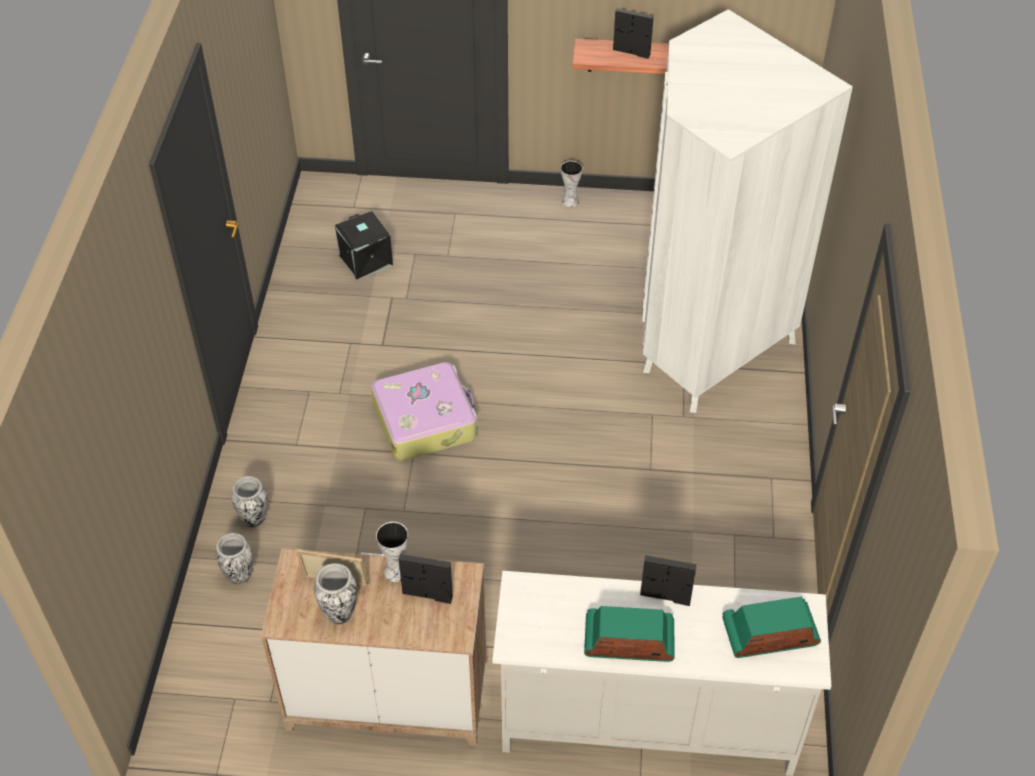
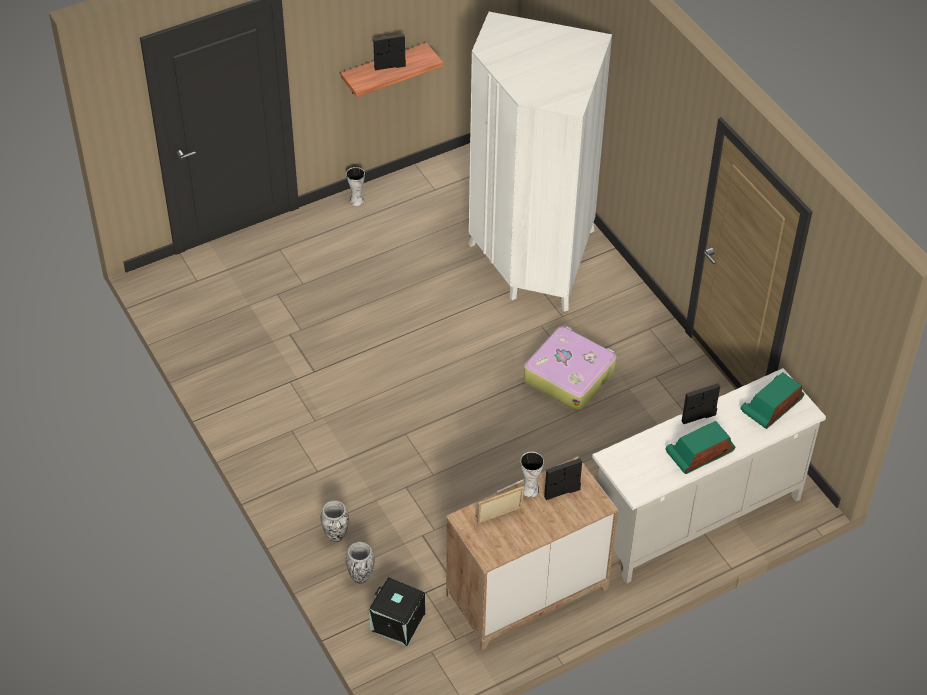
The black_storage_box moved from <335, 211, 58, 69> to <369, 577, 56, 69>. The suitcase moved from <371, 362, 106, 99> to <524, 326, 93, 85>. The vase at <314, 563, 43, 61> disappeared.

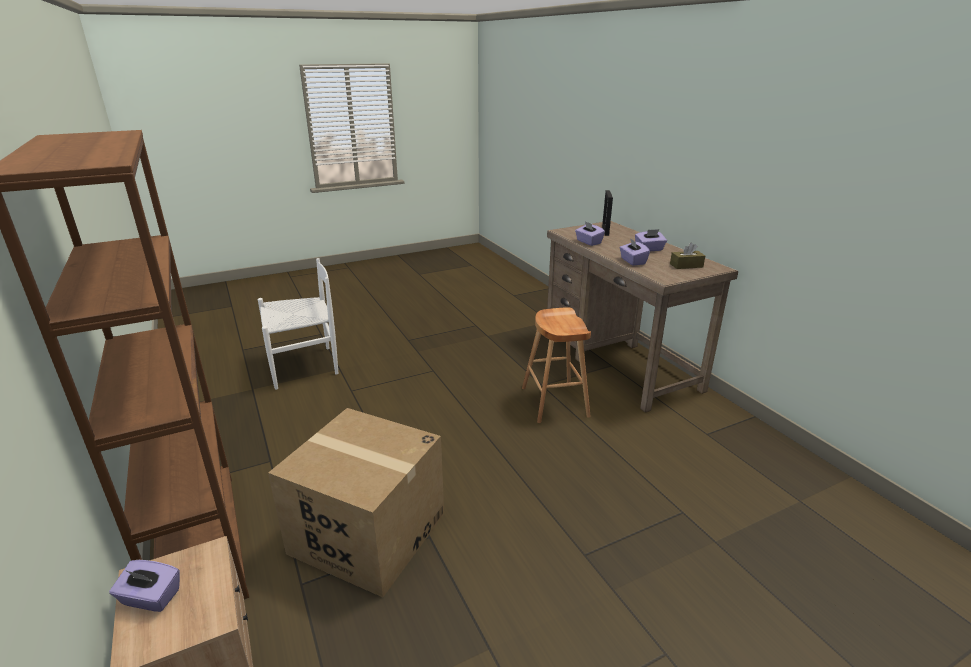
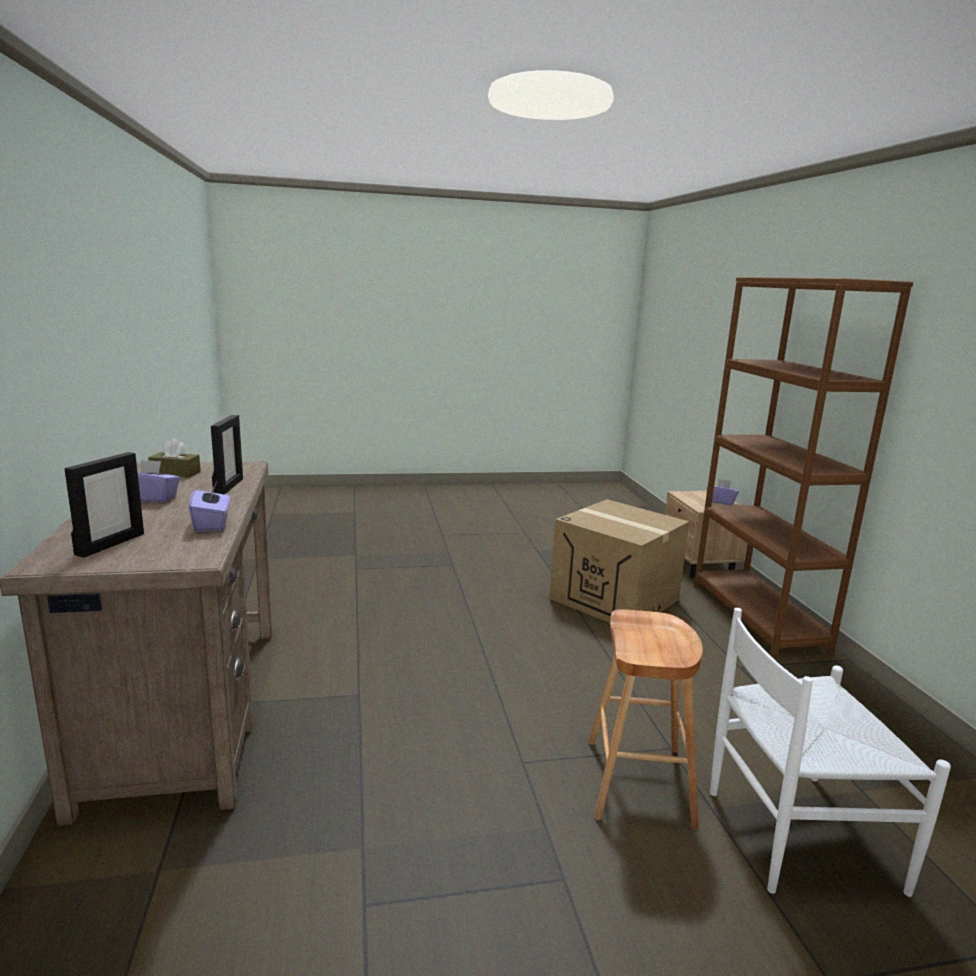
The purple_tissue_box at <620, 238, 30, 28> was replaced by the picture_frame at <211, 415, 32, 79>. The brown_stool moved from <522, 307, 69, 116> to <588, 609, 115, 221>.

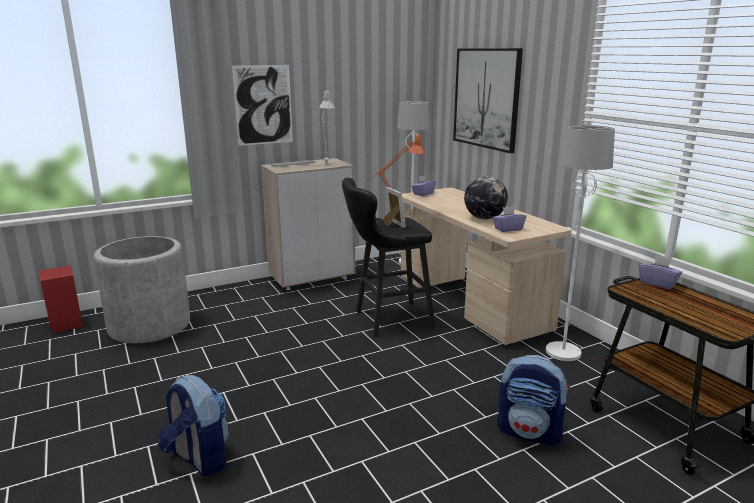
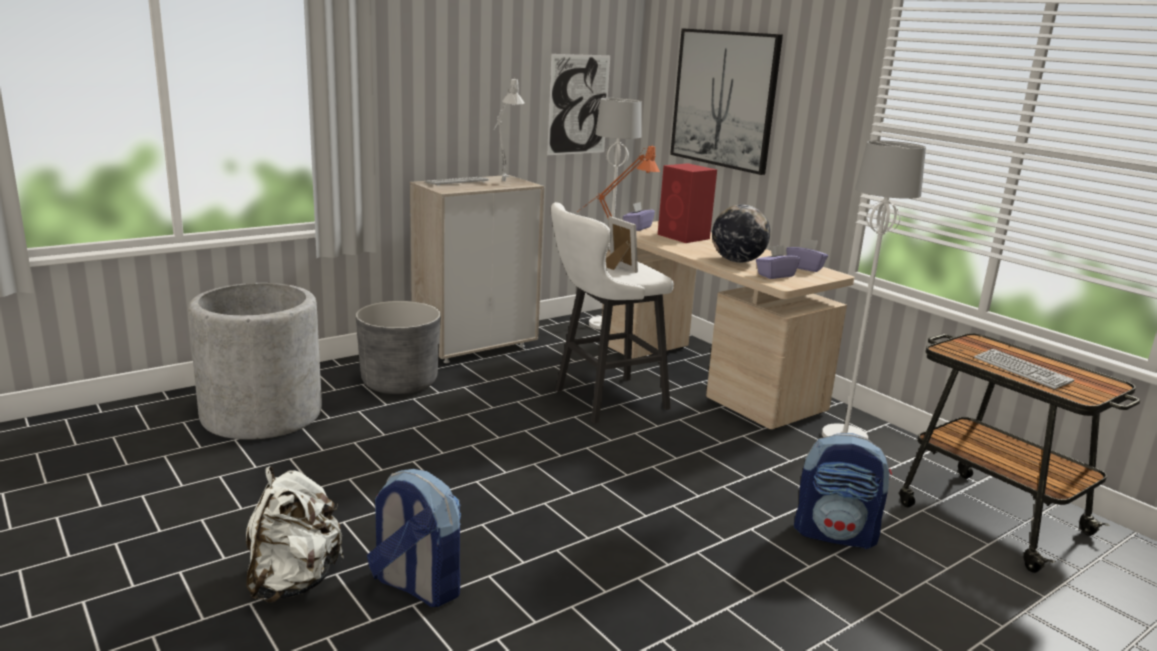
The picture moved from <232, 65, 61, 81> to <547, 54, 63, 101>. The black_stool at <342, 178, 93, 159> became the white_stool at <551, 202, 123, 221>. The purple_tissue_box moved from <639, 255, 43, 34> to <786, 238, 42, 34>. The red_speaker moved from <39, 265, 44, 68> to <658, 163, 59, 80>. The grey_planter at <356, 301, 85, 93> appeared. The keyboard at <974, 349, 101, 40> appeared. The white_backpack at <246, 466, 98, 137> appeared.

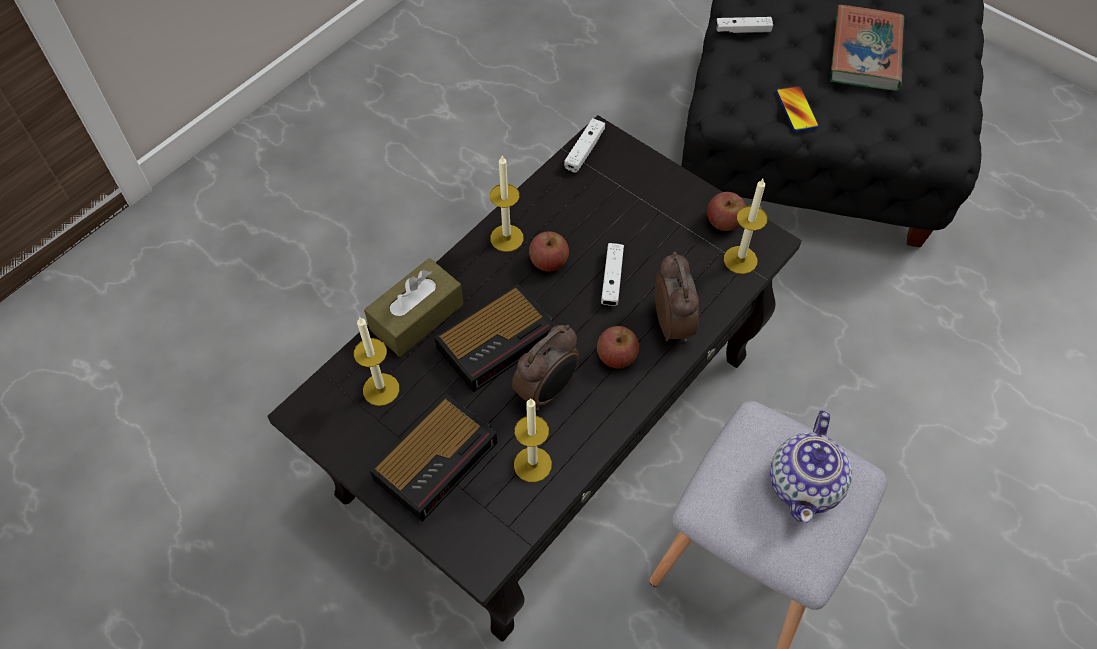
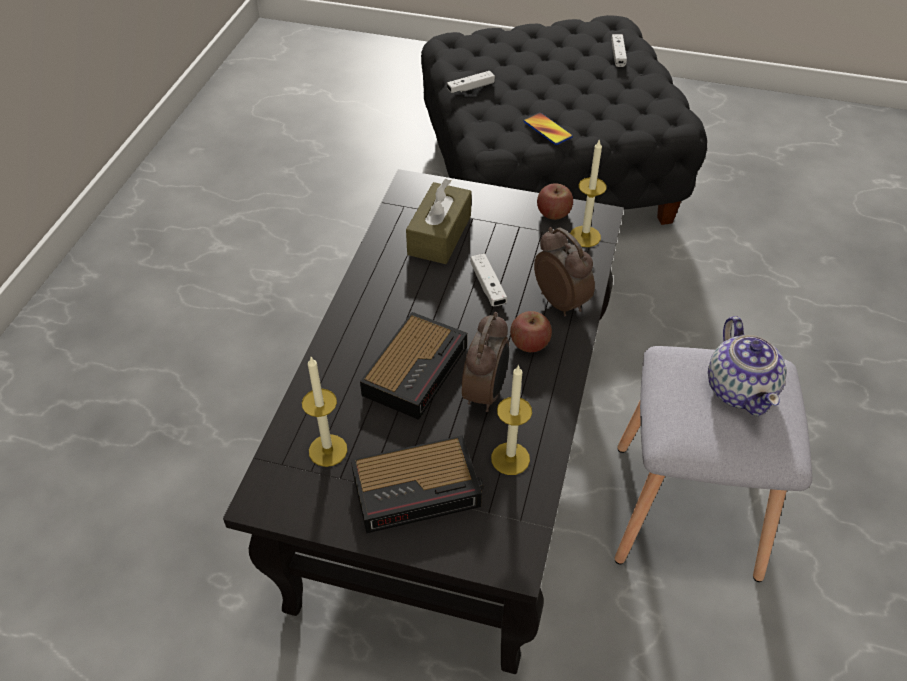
The book at <830, 5, 75, 86> disappeared. The white_game_controller moved from <564, 118, 41, 55> to <611, 34, 16, 33>. The candle at <490, 156, 34, 96> disappeared. The apple at <529, 231, 40, 41> disappeared. The brown_tissue_box moved from <364, 258, 99, 99> to <406, 179, 66, 85>. The alarm_clock at <370, 394, 128, 128> turned 60 degrees clockwise.

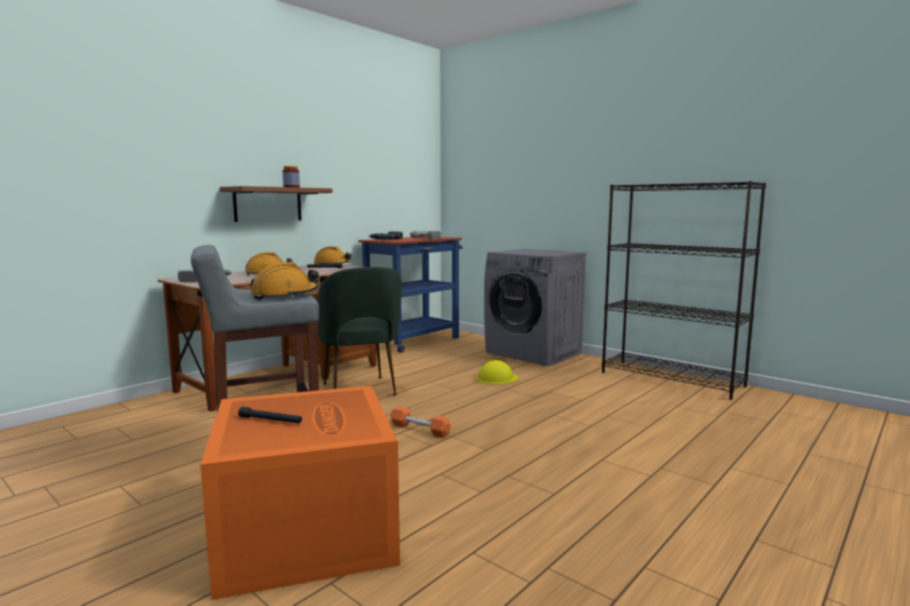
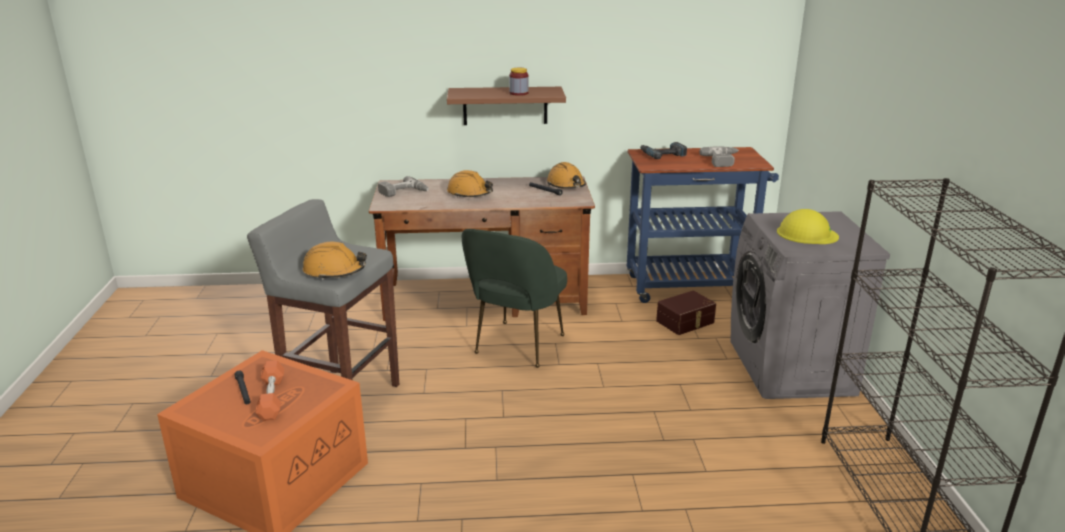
The yellow_hard_hat moved from <476, 360, 42, 24> to <777, 209, 62, 35>. The orange_dumbbell moved from <390, 406, 61, 32> to <255, 360, 29, 61>. The brown_storage_box at <656, 291, 60, 44> appeared.

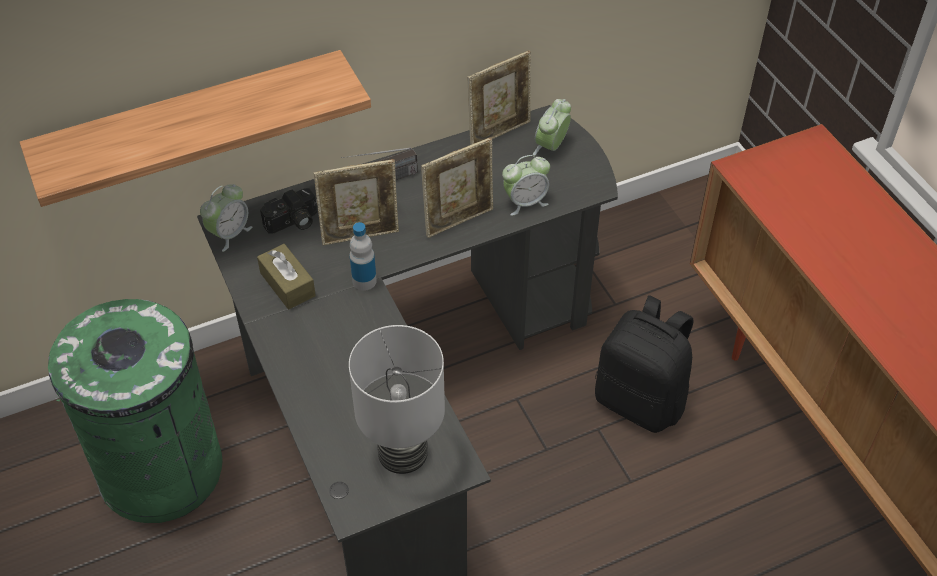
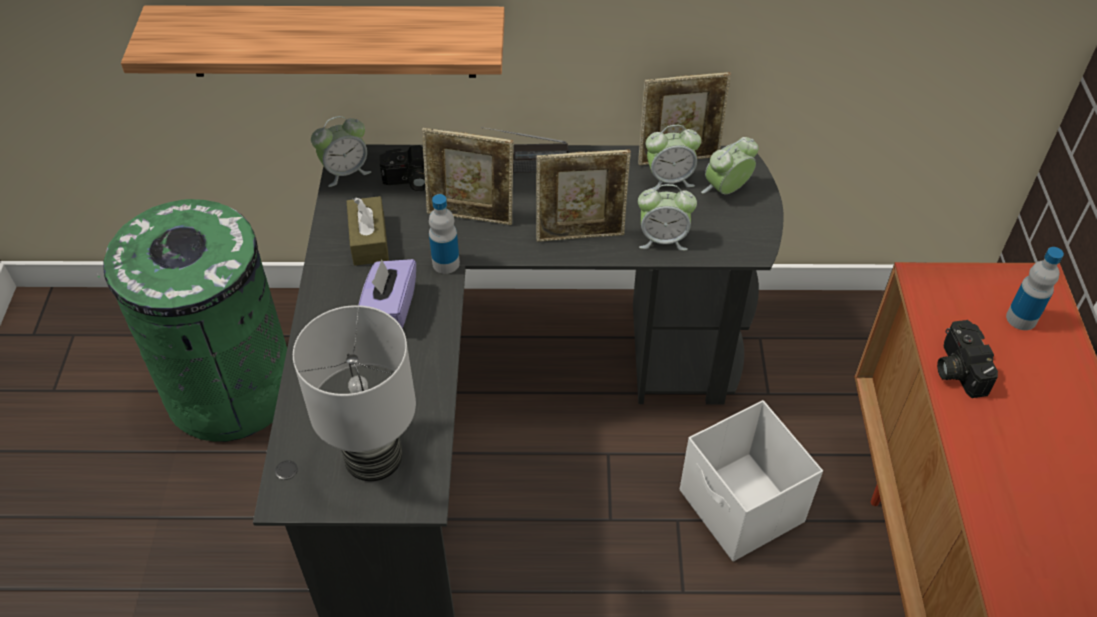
The black_backpack at <595, 295, 99, 138> was replaced by the white_storage_box at <680, 400, 143, 162>. The alarm_clock at <646, 125, 55, 65> appeared. The bottle at <1006, 247, 58, 83> appeared. The purple_tissue_box at <358, 259, 58, 70> appeared. The photo_camera at <937, 320, 61, 78> appeared.

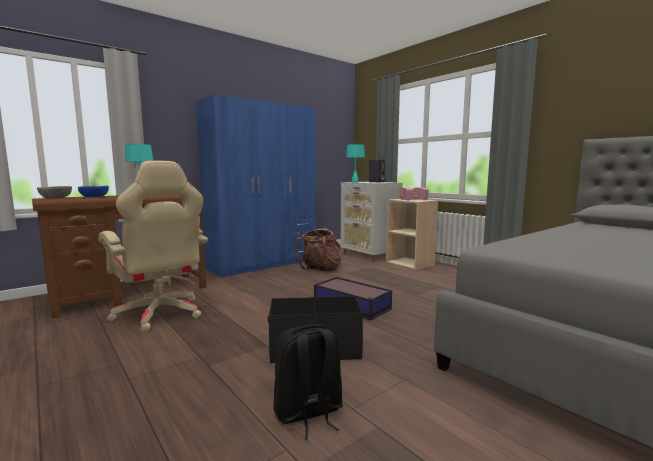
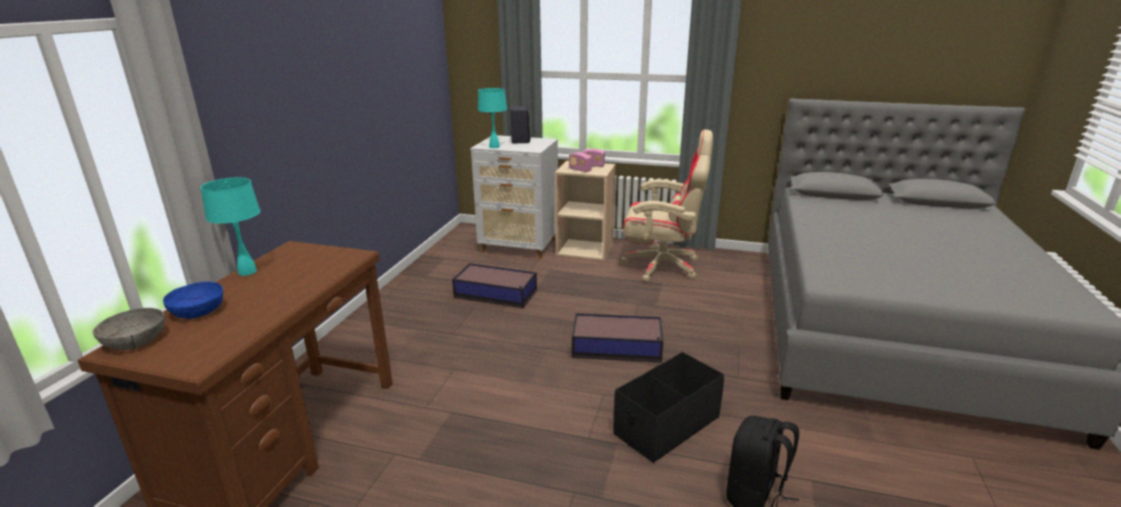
The blue_wardrobe at <196, 95, 120, 182> disappeared. The beige_office_chair moved from <98, 160, 110, 173> to <621, 129, 92, 153>. The backpack at <294, 228, 48, 43> was replaced by the storage_box at <452, 263, 85, 45>.

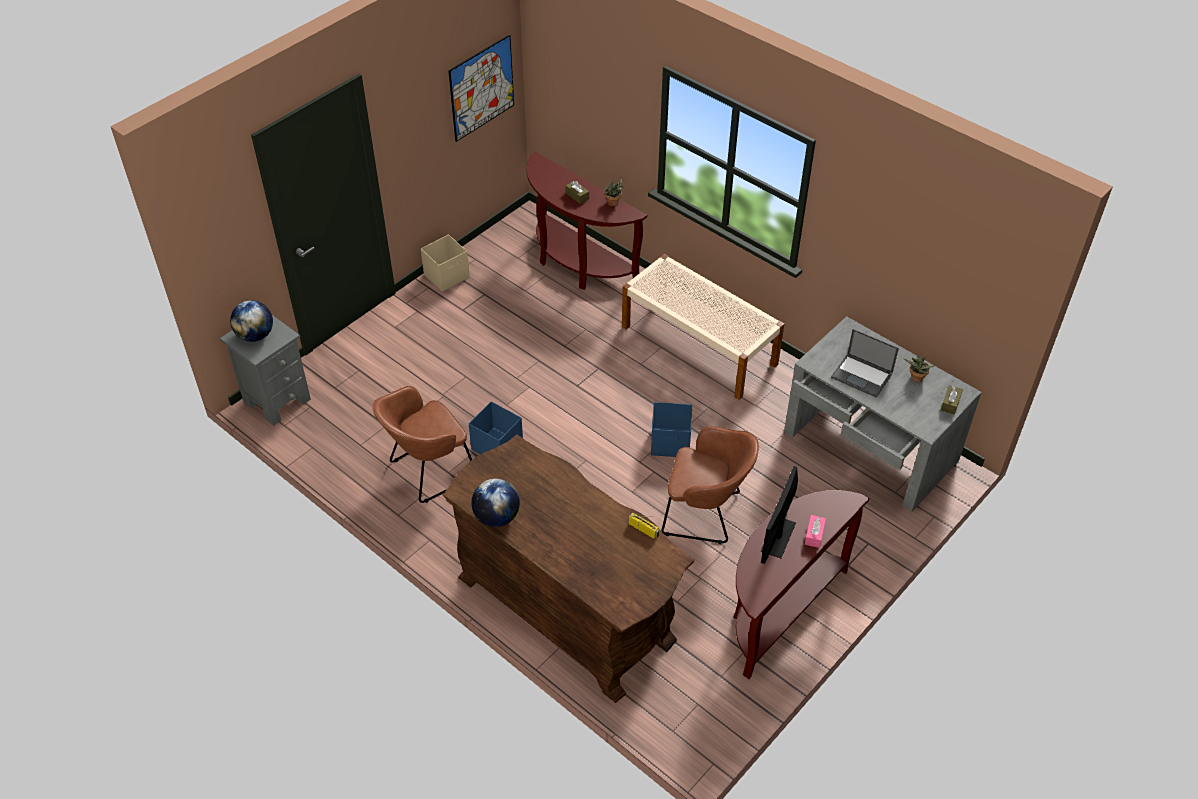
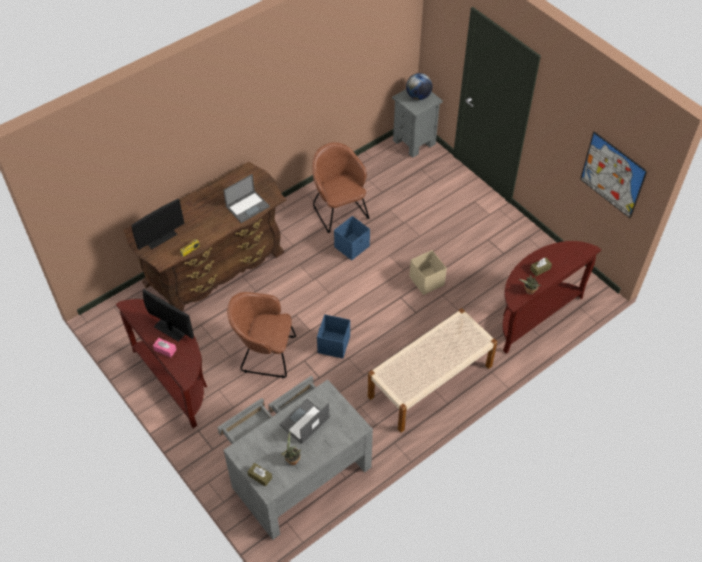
The beige_storage_box moved from <421, 235, 49, 57> to <409, 250, 38, 45>. The brown_armchair at <662, 426, 97, 118> turned 75 degrees clockwise. The globe at <471, 478, 49, 49> disappeared. The laptop at <223, 174, 47, 49> appeared. The monitor at <131, 199, 53, 51> appeared.

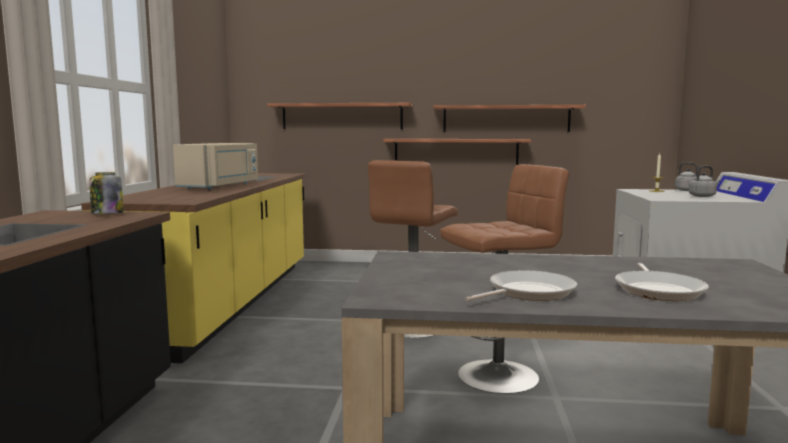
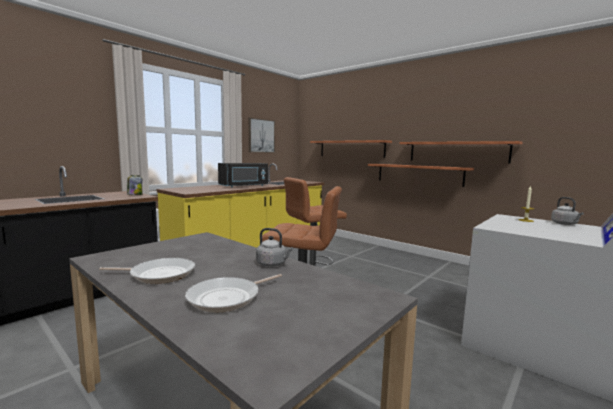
The beige_microwave at <173, 143, 85, 47> became the black_microwave at <218, 163, 50, 25>. The grey_kettle moved from <689, 166, 32, 31> to <256, 228, 37, 39>. The picture at <249, 118, 26, 35> appeared.

